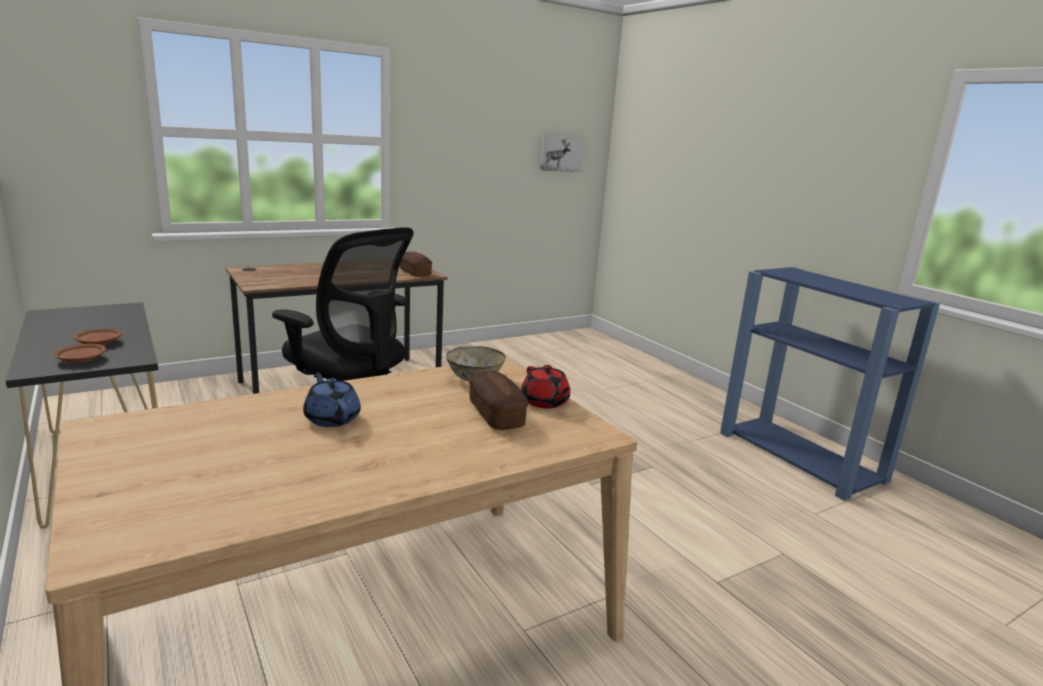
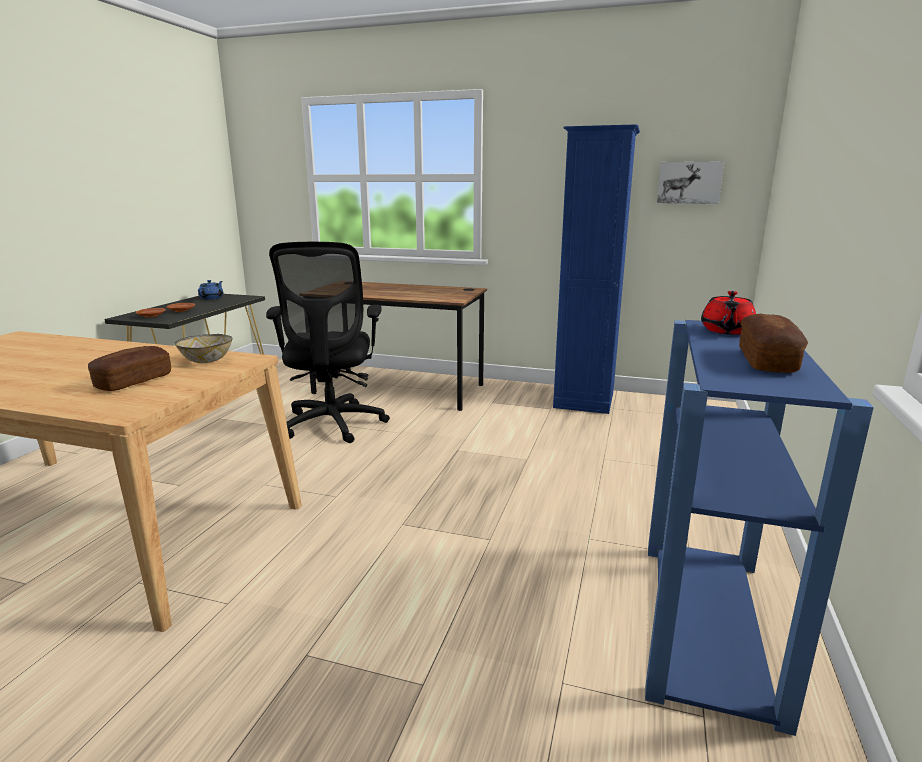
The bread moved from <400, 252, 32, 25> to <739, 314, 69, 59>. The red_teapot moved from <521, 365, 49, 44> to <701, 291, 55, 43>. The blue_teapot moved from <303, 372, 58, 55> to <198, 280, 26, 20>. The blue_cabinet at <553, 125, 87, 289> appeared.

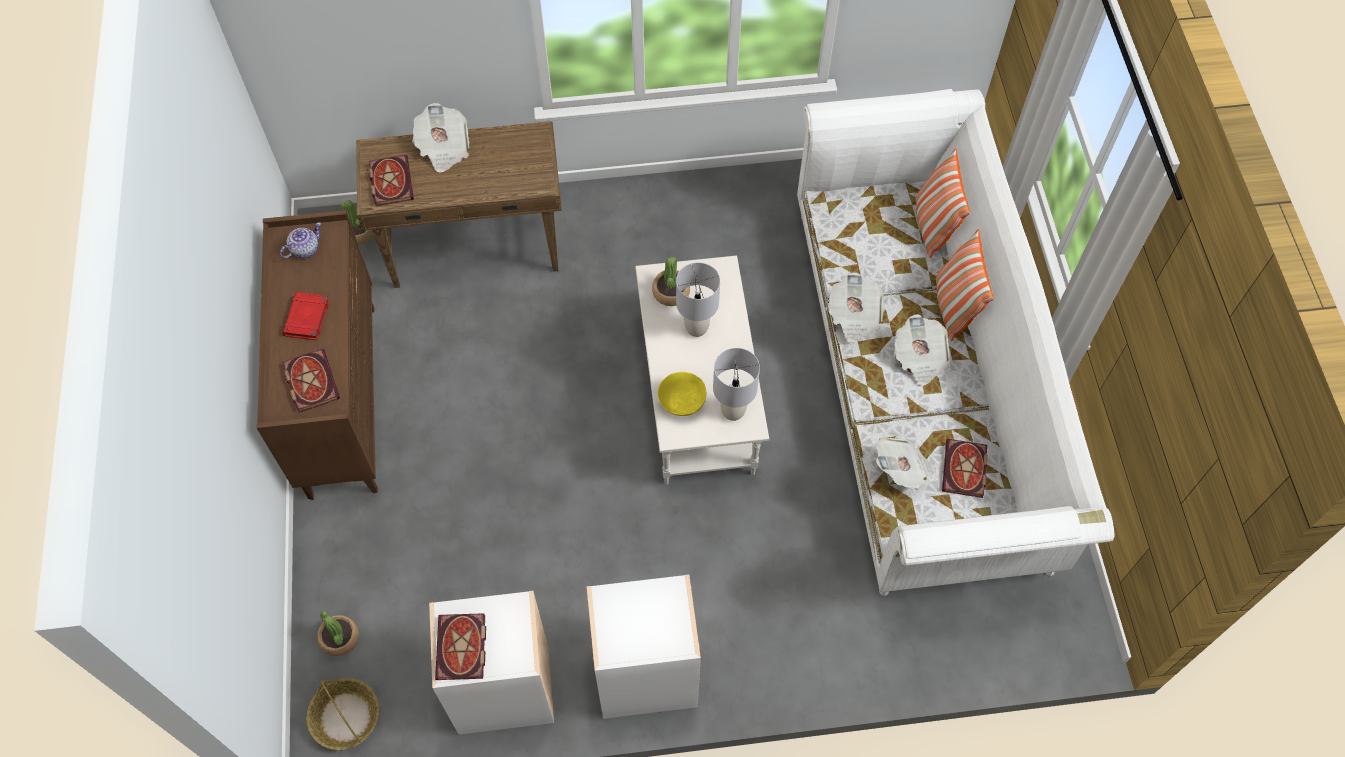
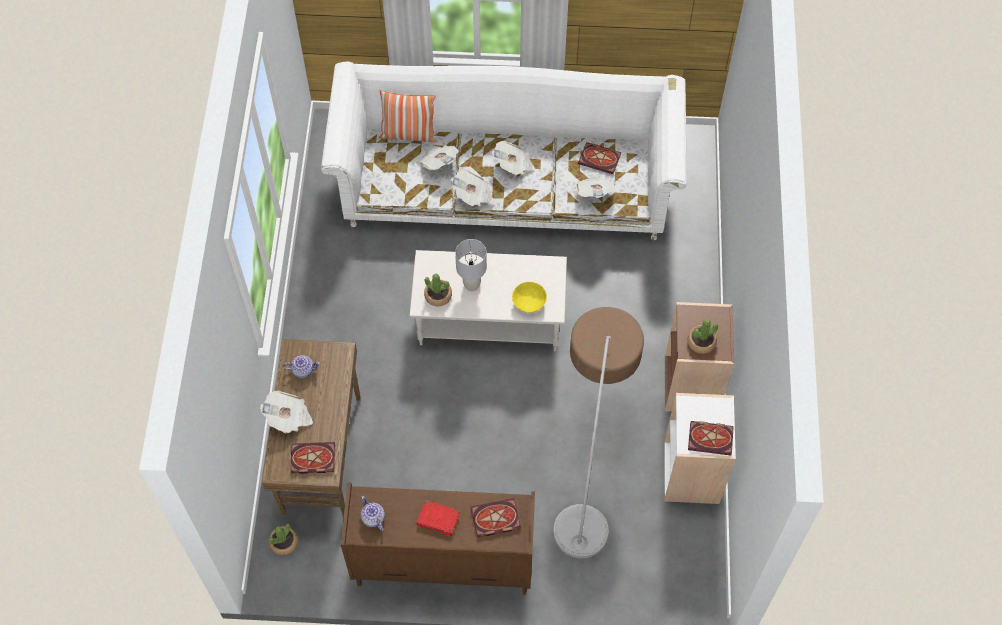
The pillow at <936, 230, 57, 111> disappeared. The grey_table_lamp at <713, 348, 47, 73> disappeared. The white_bookcase at <587, 574, 114, 145> became the brown_bookcase at <665, 302, 69, 110>. The potted_plant moved from <317, 611, 42, 45> to <687, 319, 31, 35>. The basket at <307, 678, 72, 72> disappeared. The newspaper at <418, 145, 41, 25> appeared. The floor_lamp at <553, 307, 91, 252> appeared. The teapot at <283, 355, 37, 23> appeared.

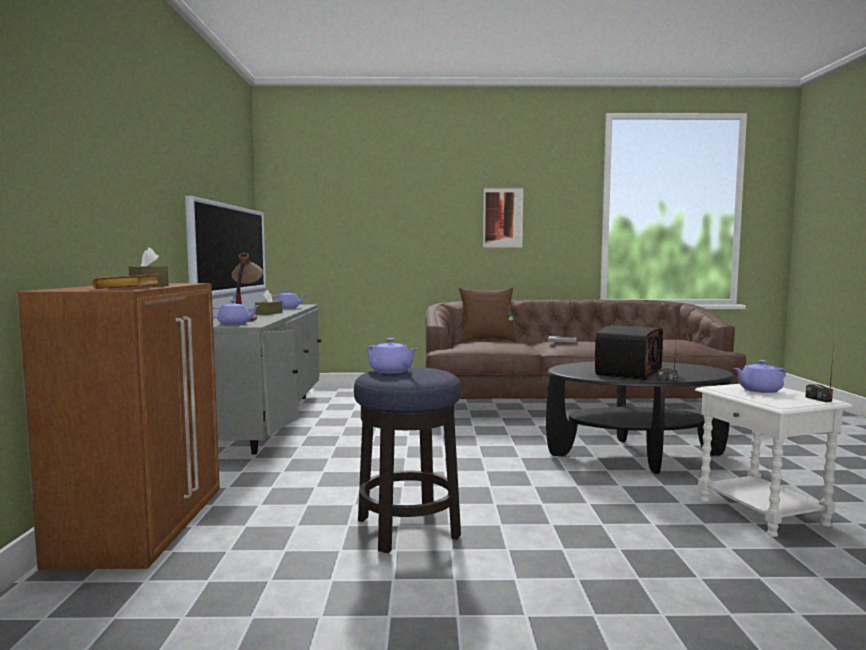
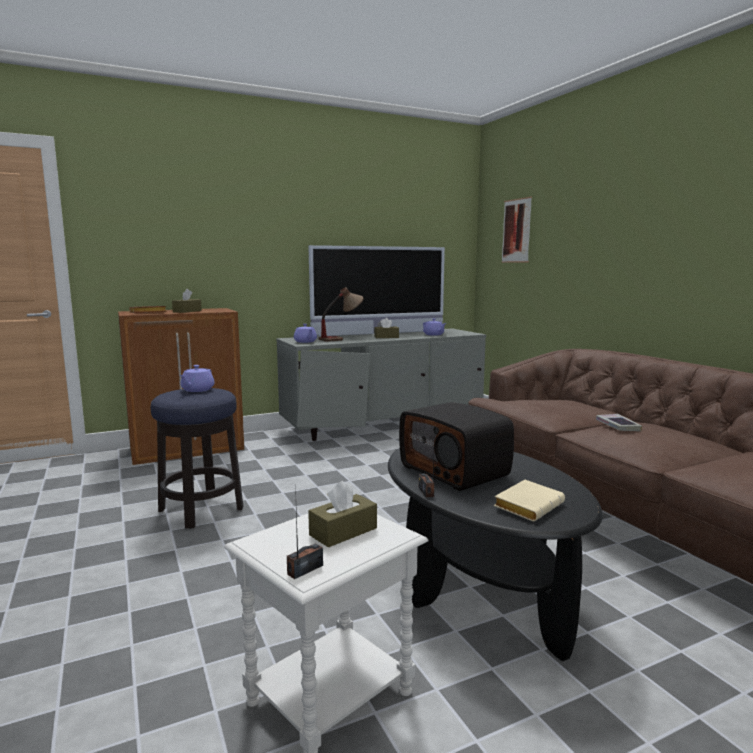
The picture moved from <483, 187, 40, 61> to <502, 197, 30, 66>. The brown_pillow at <459, 287, 57, 55> disappeared. The radio at <595, 325, 68, 55> turned 45 degrees clockwise. The purple_teapot at <734, 360, 52, 33> was replaced by the brown_tissue_box at <308, 481, 69, 66>. The beige_book at <494, 480, 71, 42> appeared.

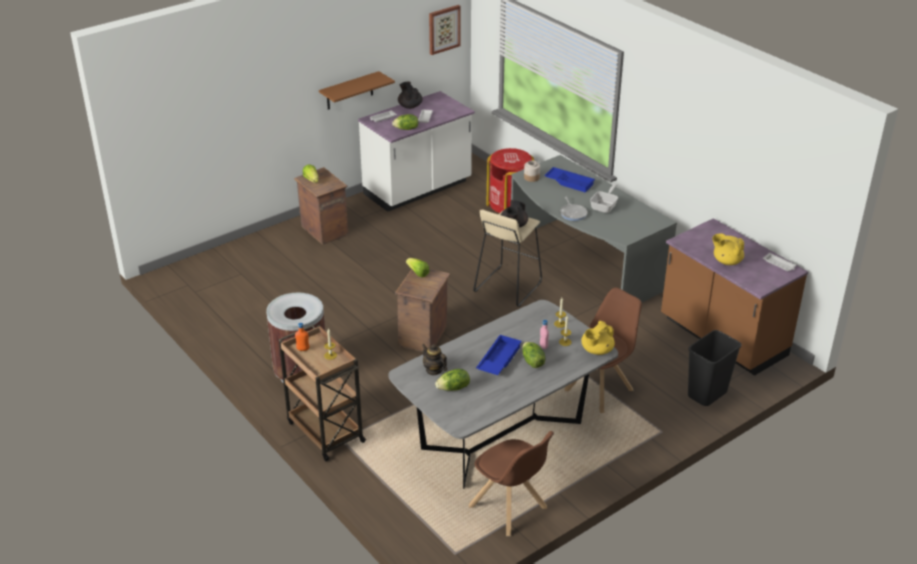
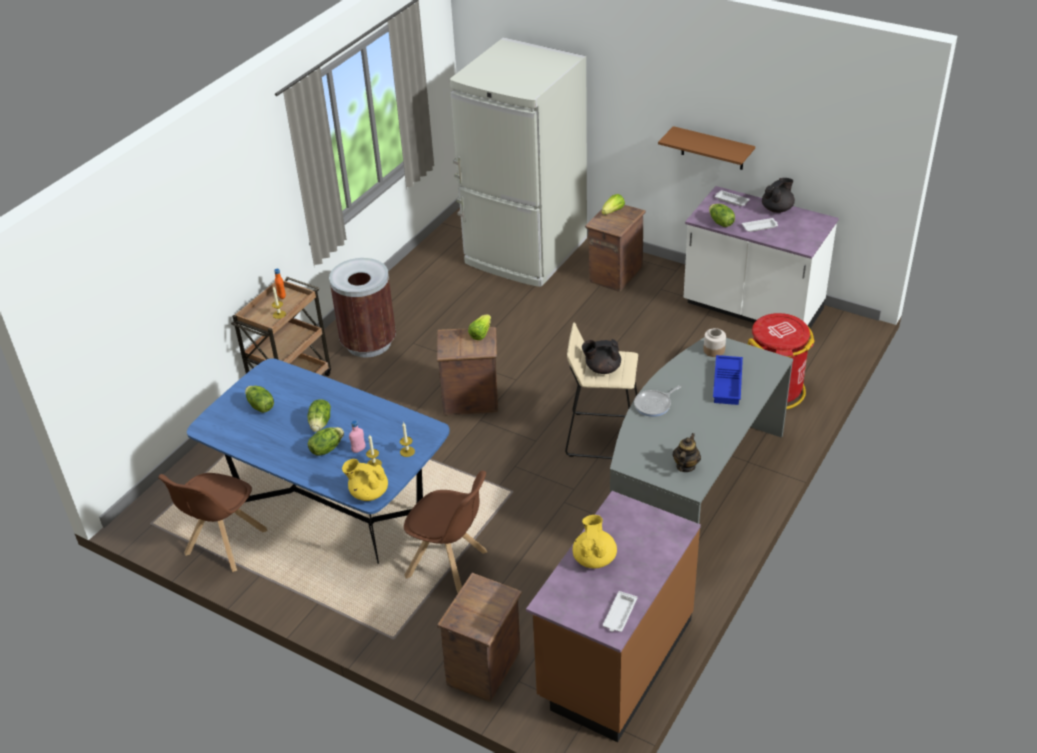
The picture at <429, 5, 32, 50> disappeared. The frying_pan at <590, 183, 28, 30> disappeared. The grey_dining_table at <389, 300, 229, 189> became the blue_dining_table at <187, 358, 263, 206>. The black_trash_can at <688, 330, 53, 76> was replaced by the crate at <437, 573, 85, 129>. The blue_tray at <476, 335, 46, 40> was replaced by the lettuce at <307, 399, 24, 33>. The teapot moved from <422, 344, 25, 31> to <672, 433, 29, 39>. The white_fridge at <450, 37, 137, 250> appeared.

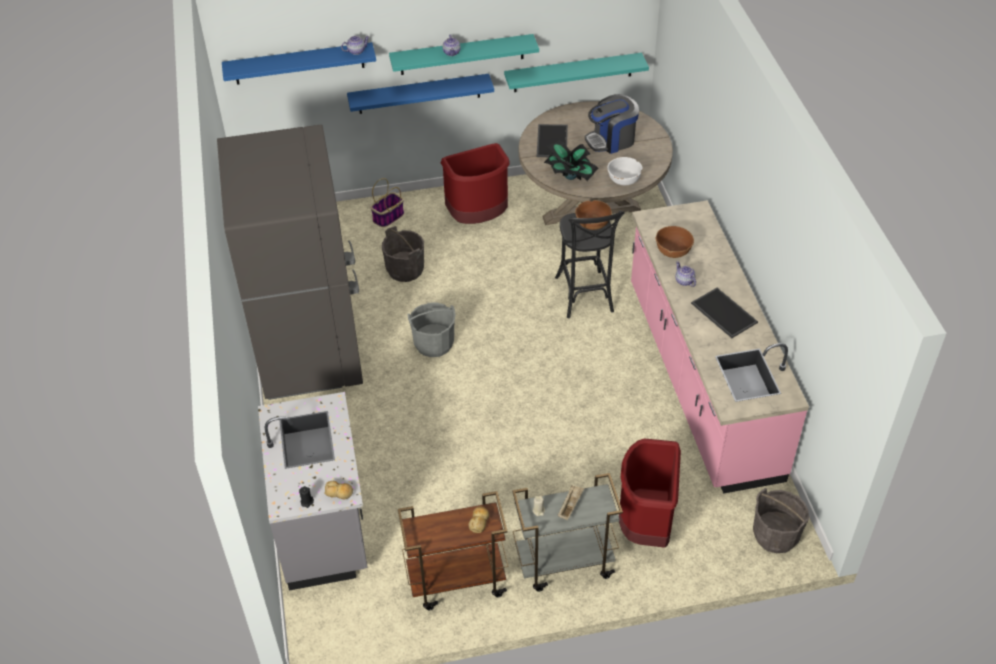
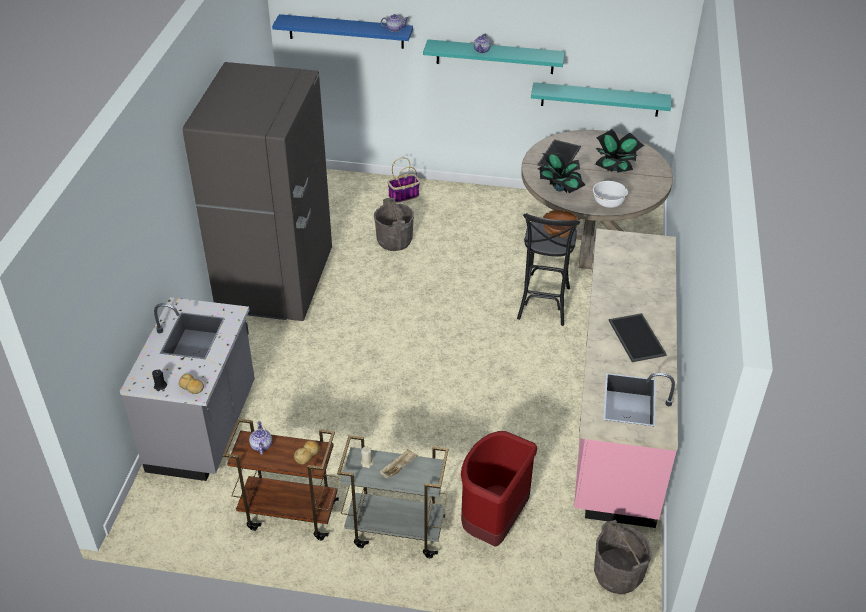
The blue_shelf at <347, 74, 147, 40> disappeared. The coffee_machine at <585, 94, 54, 60> was replaced by the potted_plant at <595, 129, 49, 44>. The red_trash_can at <441, 143, 69, 81> disappeared. The brown_bowl at <656, 226, 38, 32> disappeared. The teapot moved from <675, 261, 21, 26> to <249, 421, 23, 34>. The grey_bucket at <408, 302, 47, 55> disappeared.

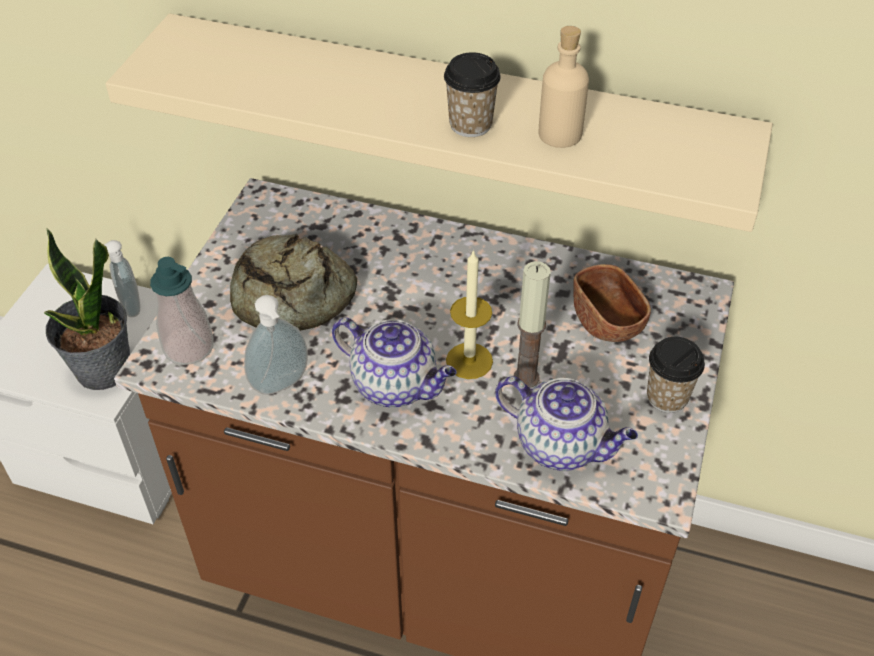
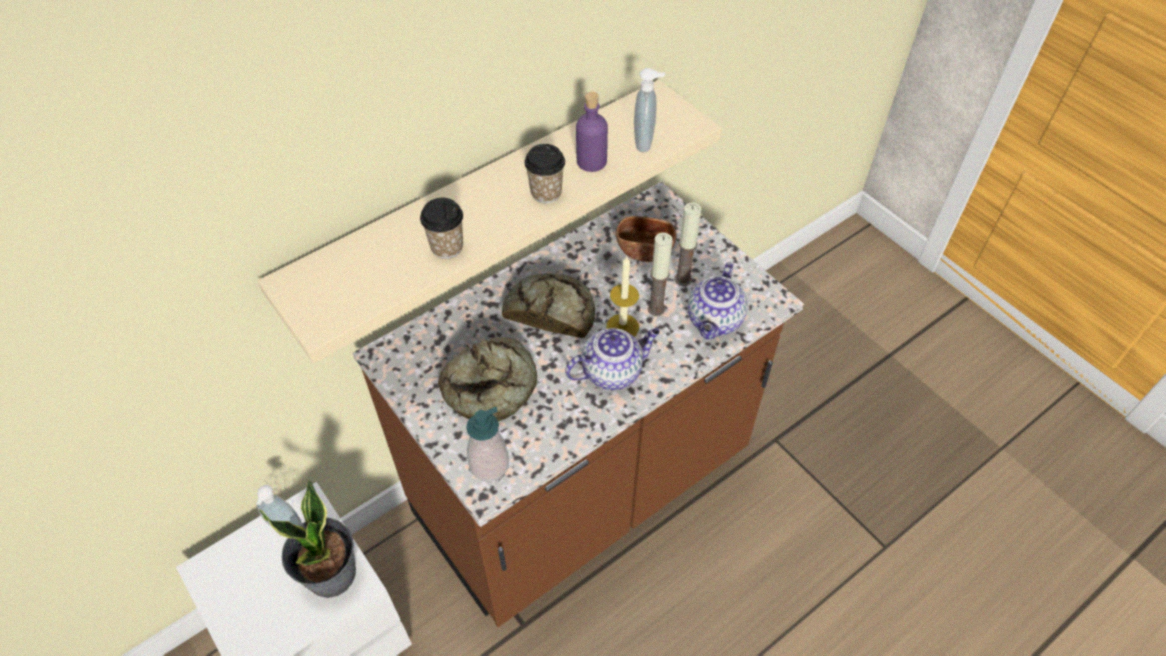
The beige_bottle at <538, 26, 51, 122> became the purple_bottle at <576, 92, 32, 80>. The soap_dispenser moved from <244, 295, 64, 100> to <634, 68, 31, 84>. The cup moved from <647, 337, 58, 76> to <420, 198, 43, 61>. The teapot at <495, 376, 143, 95> turned 135 degrees clockwise. The candle at <675, 203, 27, 83> appeared. The bread at <502, 273, 93, 65> appeared.

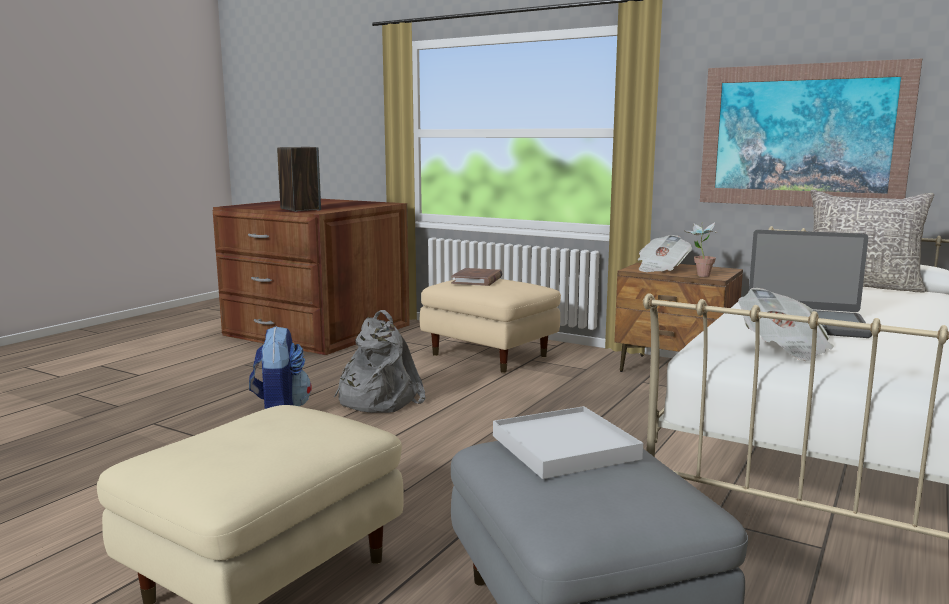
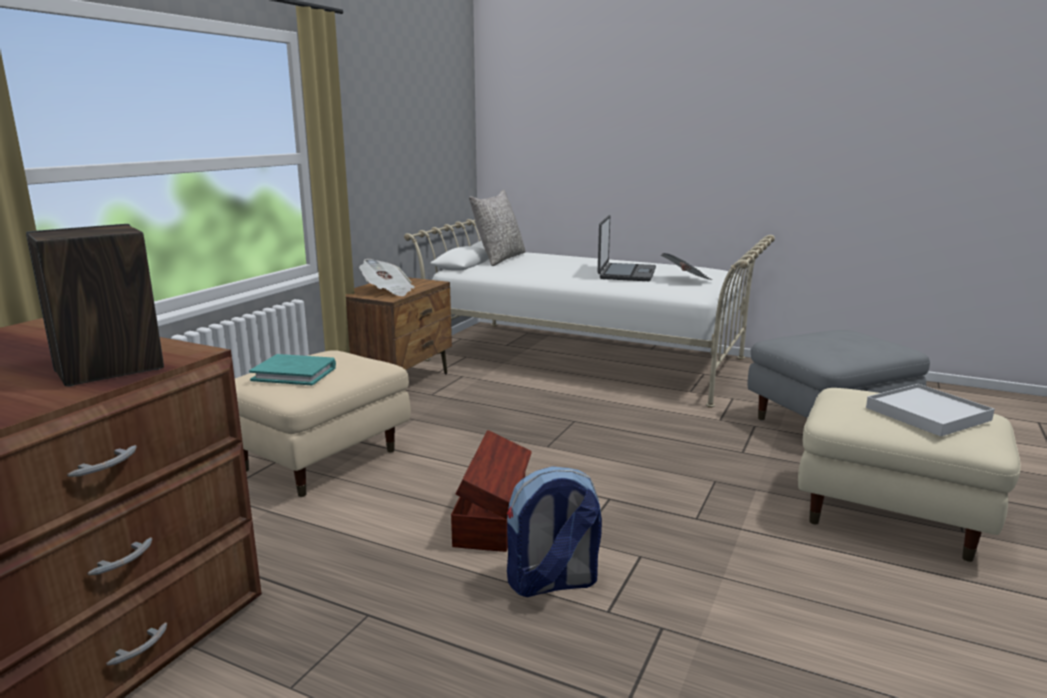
The picture at <700, 58, 222, 149> disappeared. The potted_plant at <685, 222, 32, 55> disappeared. The brown_book at <451, 268, 52, 18> became the turquoise_book at <249, 354, 87, 31>. The grey_backpack at <334, 310, 92, 103> was replaced by the brown_storage_box at <451, 430, 81, 122>. The white_tray moved from <493, 406, 150, 73> to <866, 384, 129, 53>.

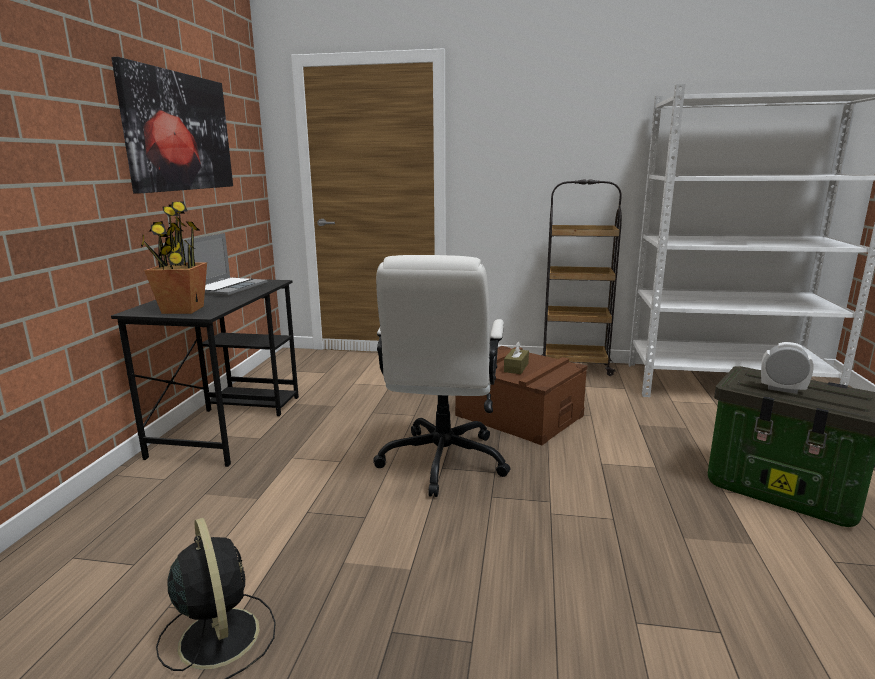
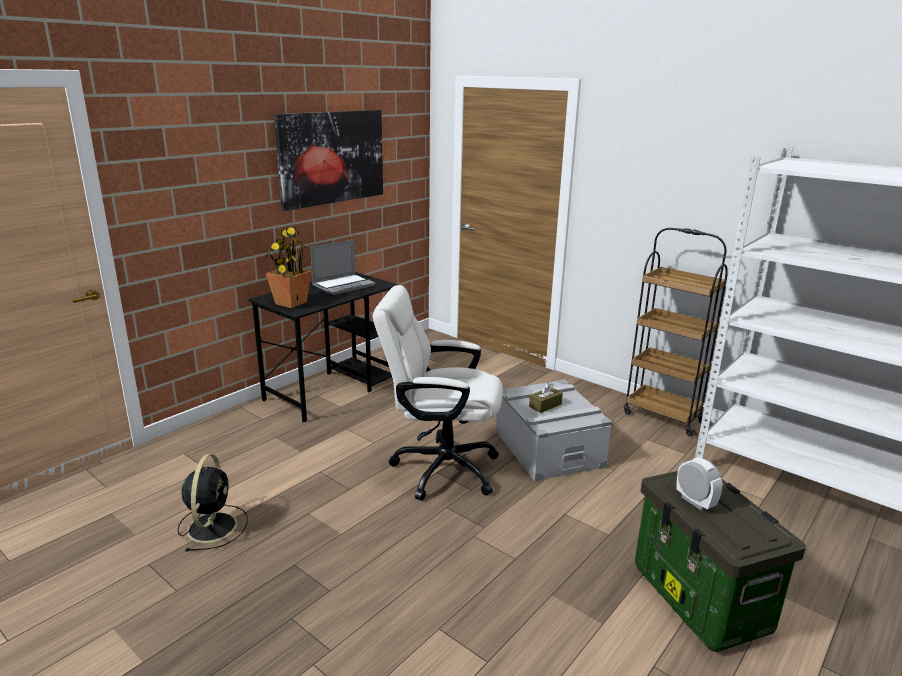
The white_office_chair at <373, 255, 137, 242> turned 60 degrees clockwise. The brown_storage_box at <455, 346, 132, 99> became the grey_storage_box at <496, 380, 116, 101>.

